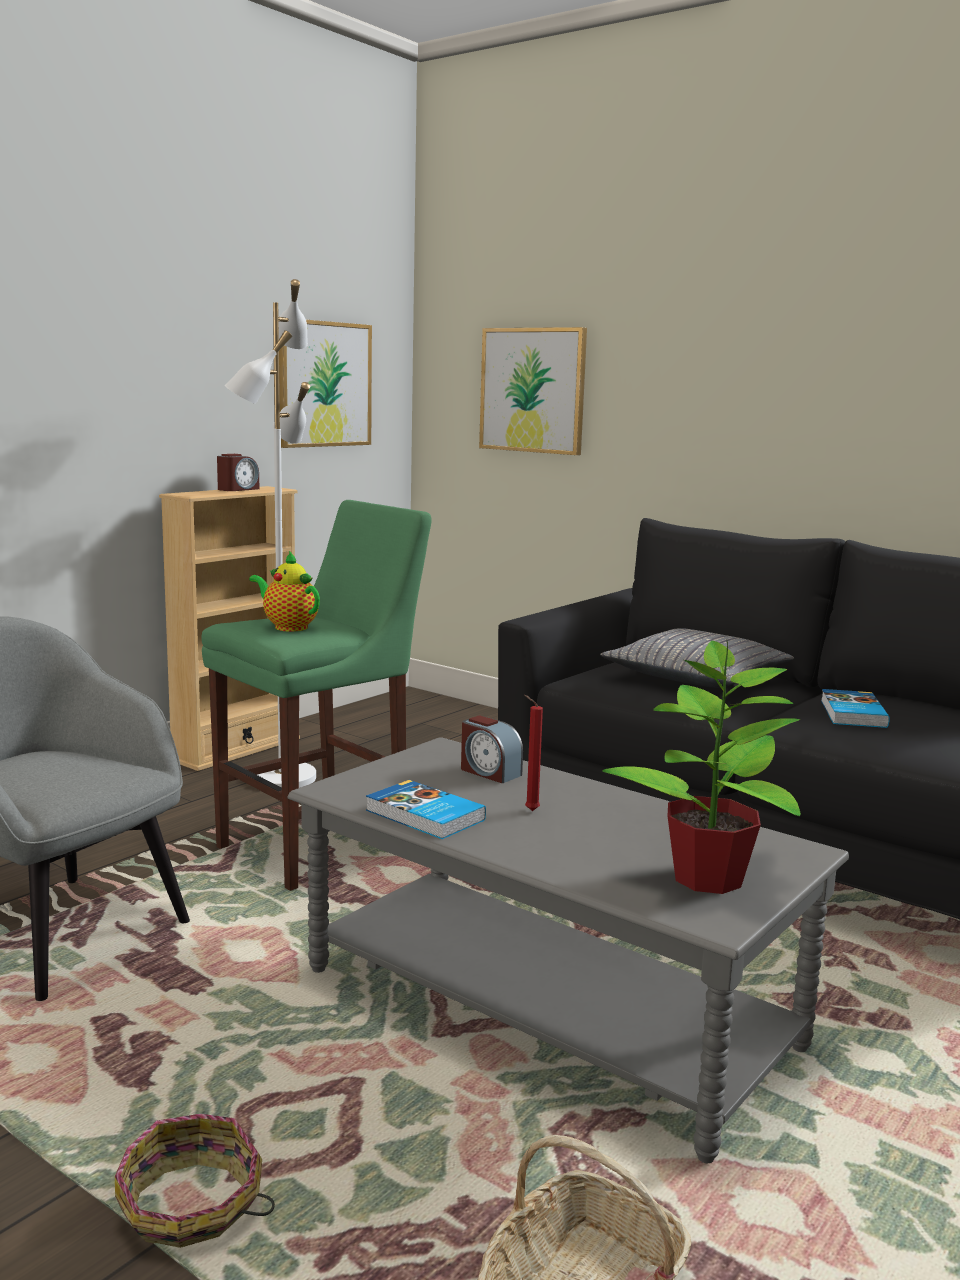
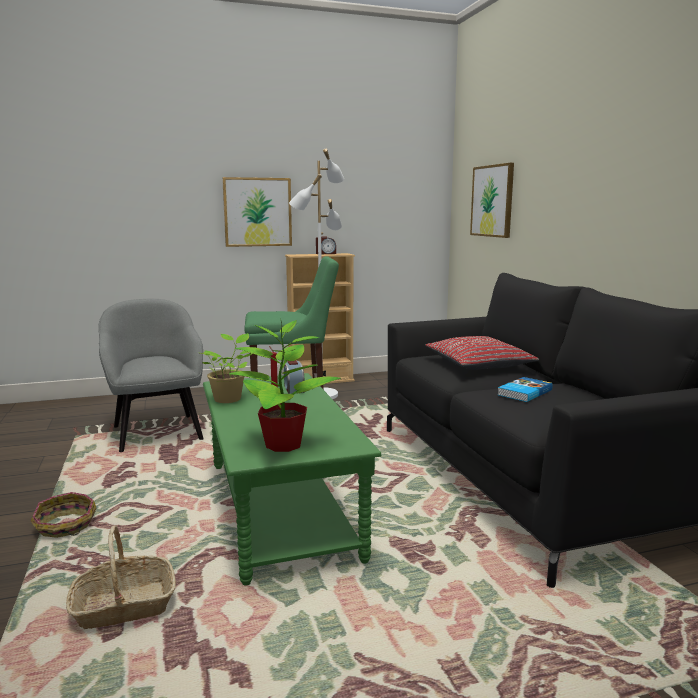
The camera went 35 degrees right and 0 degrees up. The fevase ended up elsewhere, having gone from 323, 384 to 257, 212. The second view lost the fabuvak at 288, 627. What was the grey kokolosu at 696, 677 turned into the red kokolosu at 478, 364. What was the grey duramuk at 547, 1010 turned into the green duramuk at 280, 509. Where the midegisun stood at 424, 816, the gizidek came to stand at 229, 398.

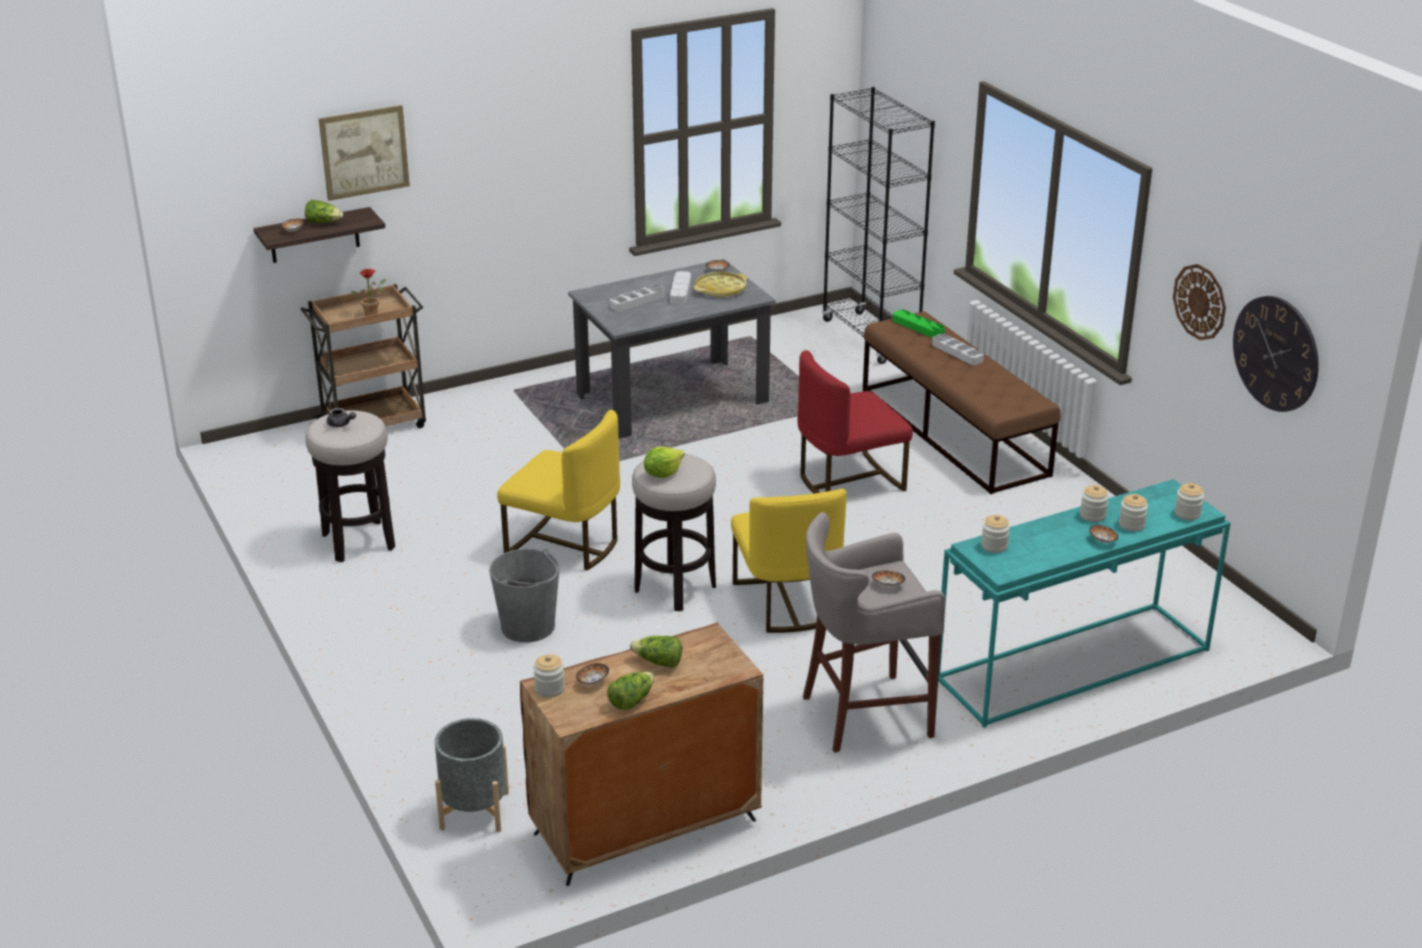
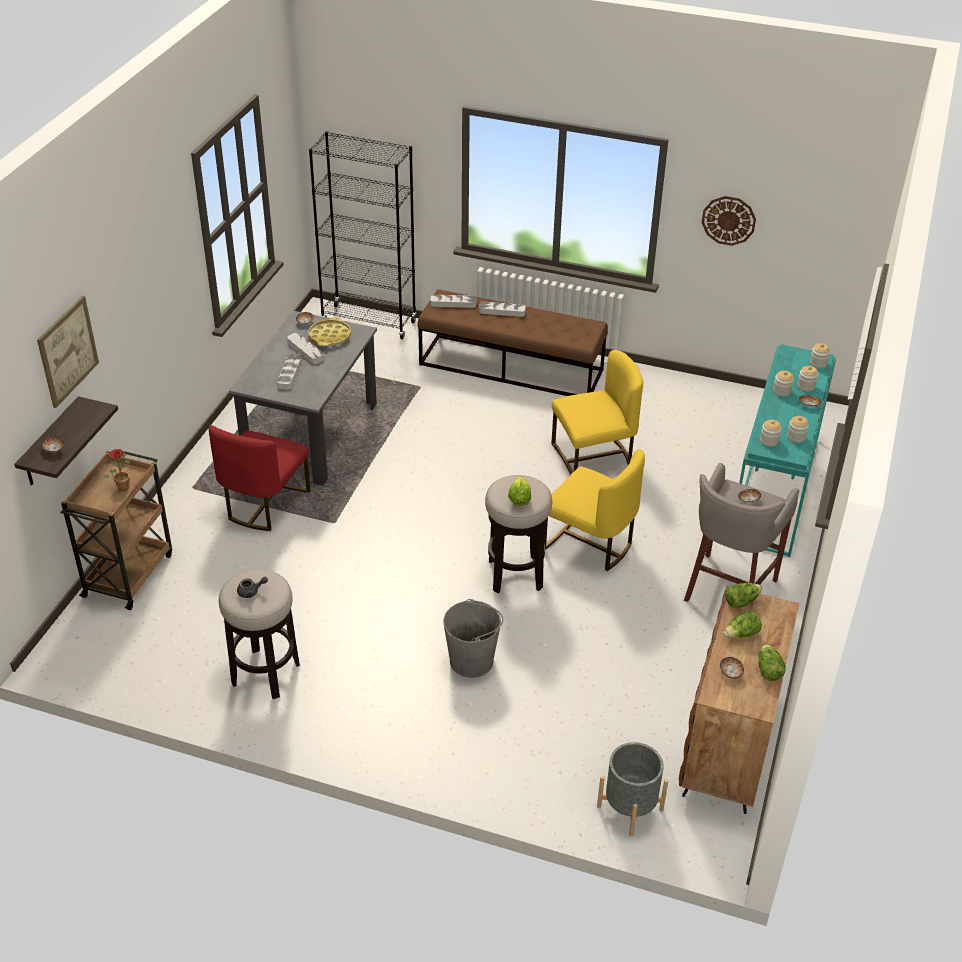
The camera went 45 degrees left and 10 degrees up. The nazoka ended up elsewhere, having gone from 324, 222 to 741, 601. The second view lost the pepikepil at 1276, 353. What was the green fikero at 918, 327 turned into the grey fikero at 453, 303. The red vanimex ended up elsewhere, having gone from 849, 480 to 264, 504. The yellow vanimex ended up elsewhere, having gone from 565, 545 to 593, 458. The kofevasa ended up elsewhere, having gone from 549, 689 to 796, 437.

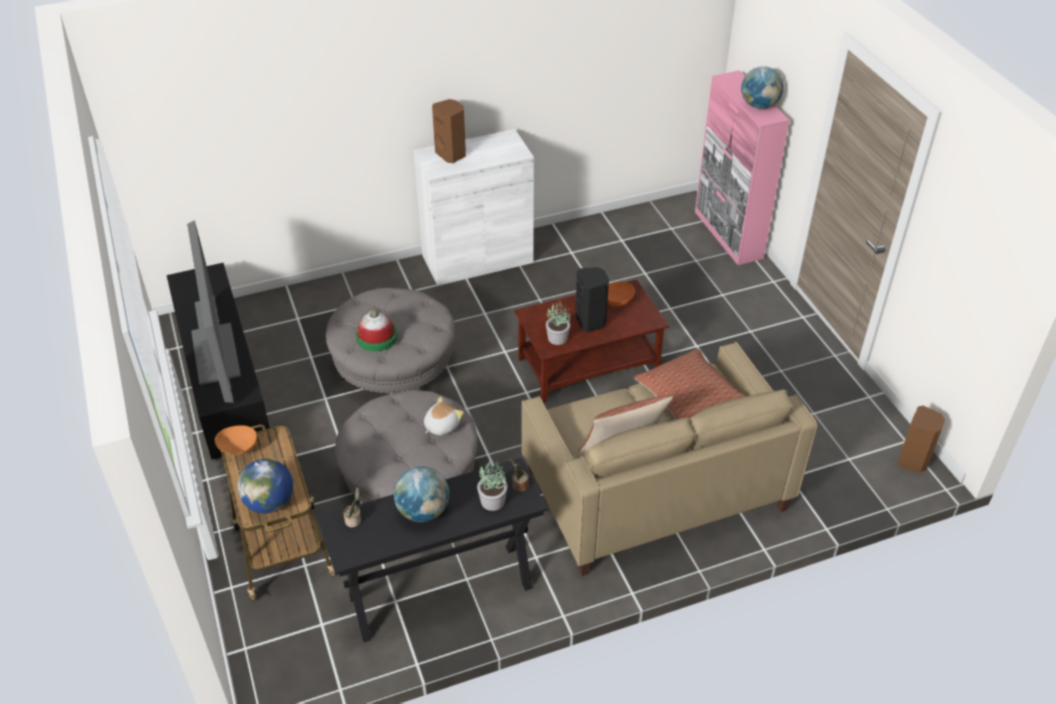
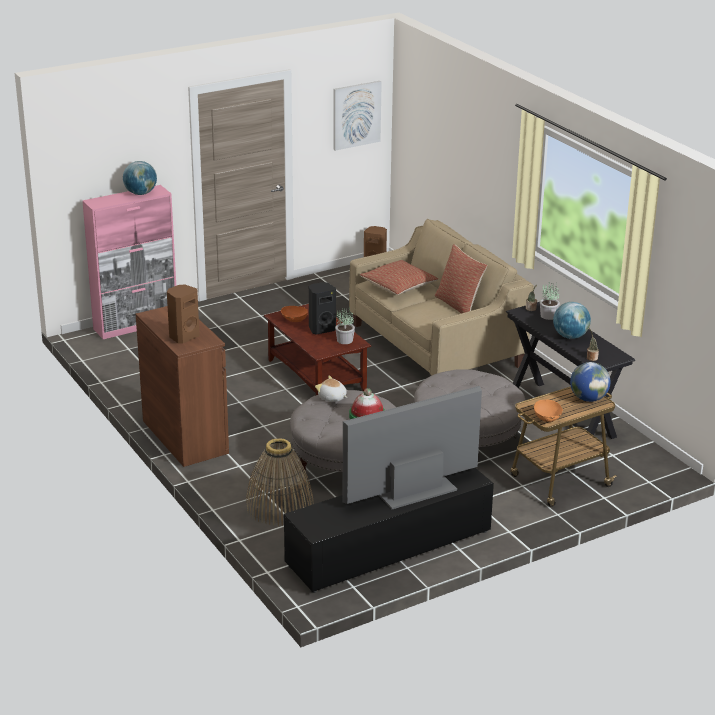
The camera went 100 degrees left and 15 degrees down. What was the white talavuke at 477, 259 turned into the brown talavuke at 185, 437. The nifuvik ended up elsewhere, having gone from 441, 425 to 332, 398. The second view gained the fevase at 356, 115. The second view gained the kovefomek at 279, 506.

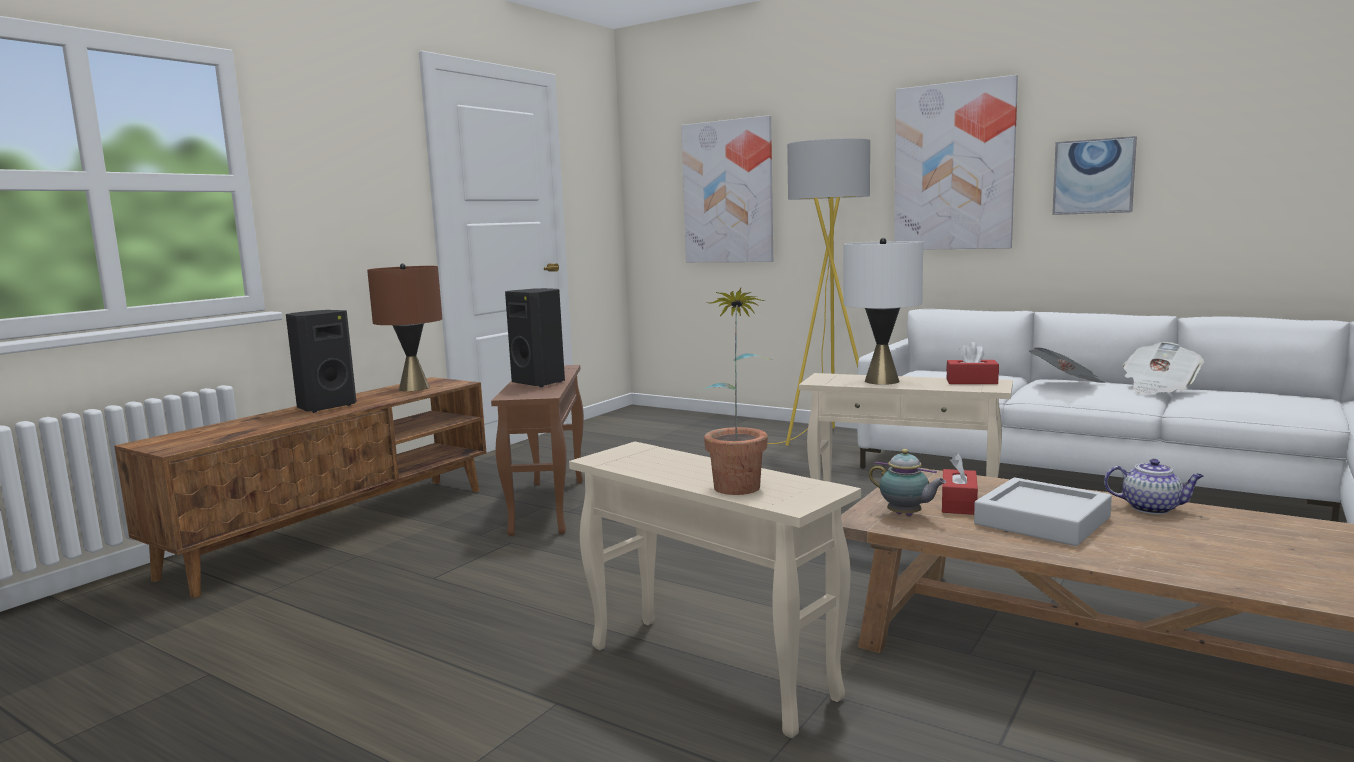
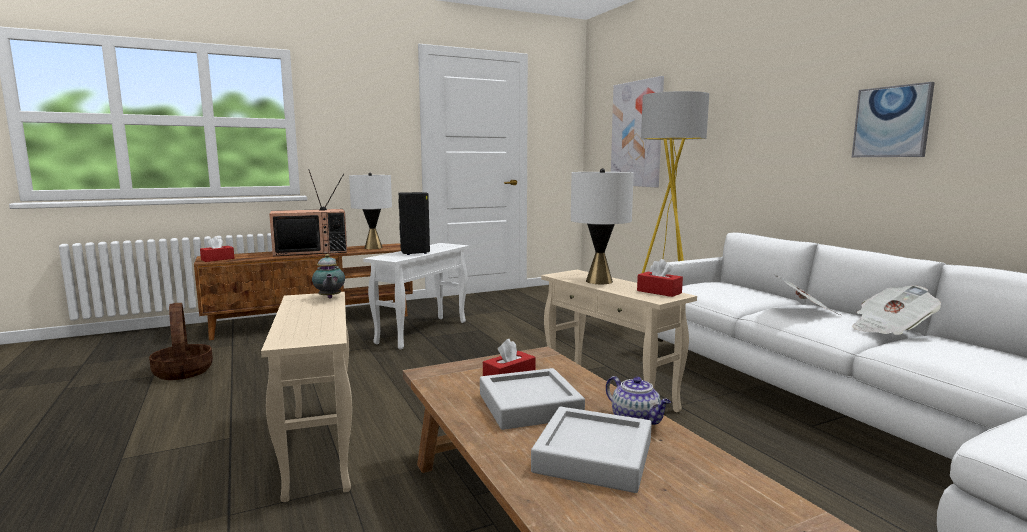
The camera went 30 degrees right and 0 degrees up. The second view lost the fevase at 954, 167. What was the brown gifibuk at 414, 388 turned into the white gifibuk at 373, 248. The second view lost the gizidek at 738, 483. Where the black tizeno stood at 325, 407, the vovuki came to stand at 311, 251. What was the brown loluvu at 549, 506 turned into the white loluvu at 422, 332. The fabuvak ended up elsewhere, having gone from 906, 515 to 329, 298. The second view gained the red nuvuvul at 217, 259. The second view gained the kovefomek at 182, 372. The second view gained the grey fikero at 593, 456.

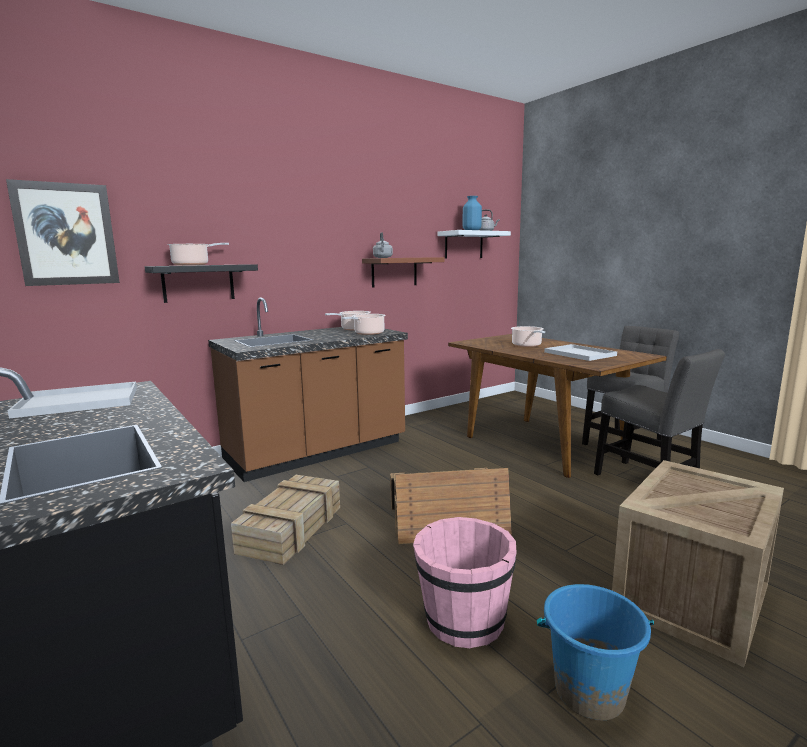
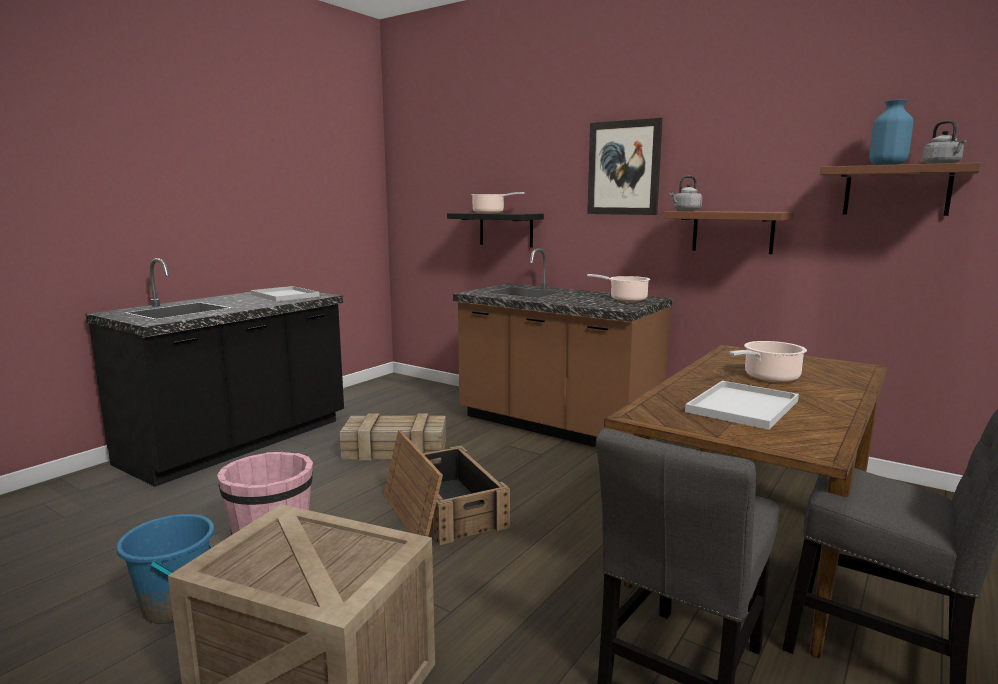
The camera went 70 degrees right and 0 degrees up. The fevase ended up elsewhere, having gone from 66, 234 to 624, 168. What was the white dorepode at 463, 245 turned into the brown dorepode at 896, 191. The second view lost the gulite at 367, 333.

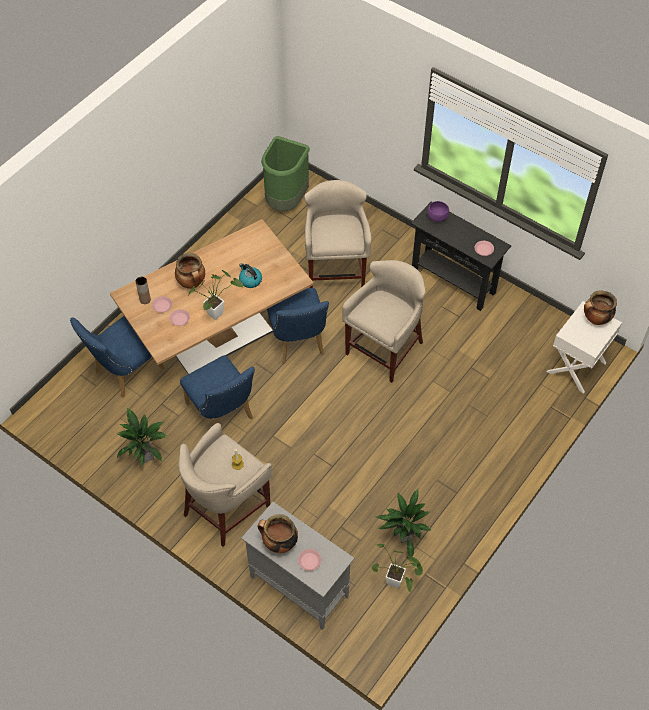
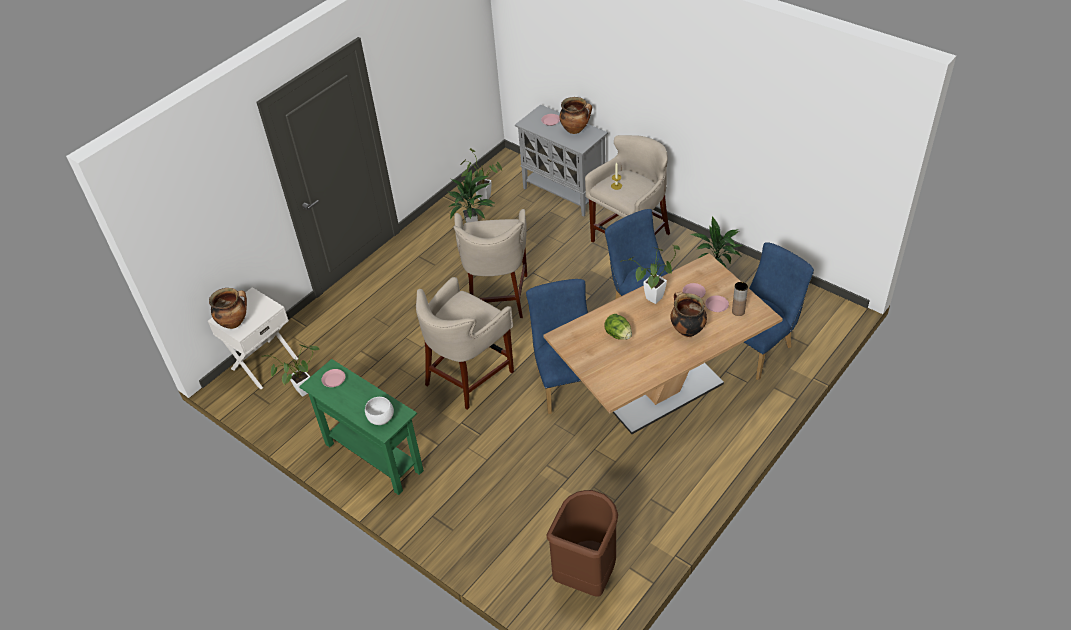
The camera went 175 degrees left and 10 degrees down. What was the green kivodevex at 286, 201 turned into the brown kivodevex at 586, 574. The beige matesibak ended up elsewhere, having gone from 336, 271 to 497, 297. What was the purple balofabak at 437, 217 turned into the white balofabak at 381, 419. What was the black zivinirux at 453, 281 turned into the green zivinirux at 373, 457. Where the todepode stood at 250, 280, the nazoka came to stand at 618, 335. The second view gained the gizidek at 301, 392.

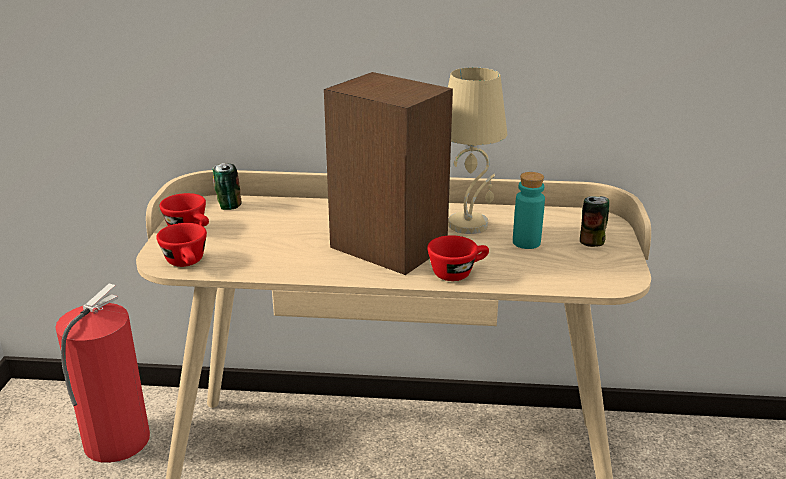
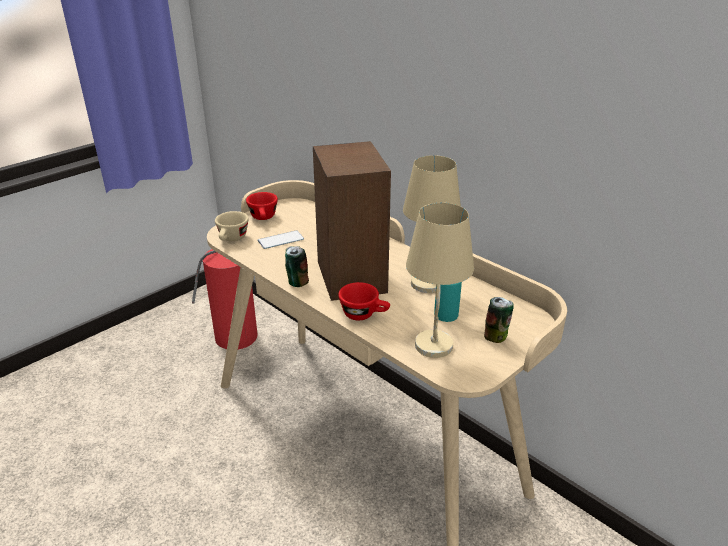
The camera went 40 degrees right and 5 degrees up. The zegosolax ended up elsewhere, having gone from 228, 206 to 297, 282. What was the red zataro at 187, 263 turned into the beige zataro at 232, 239. The second view gained the beige gifibuk at 434, 346. The second view gained the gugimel at 280, 240.

